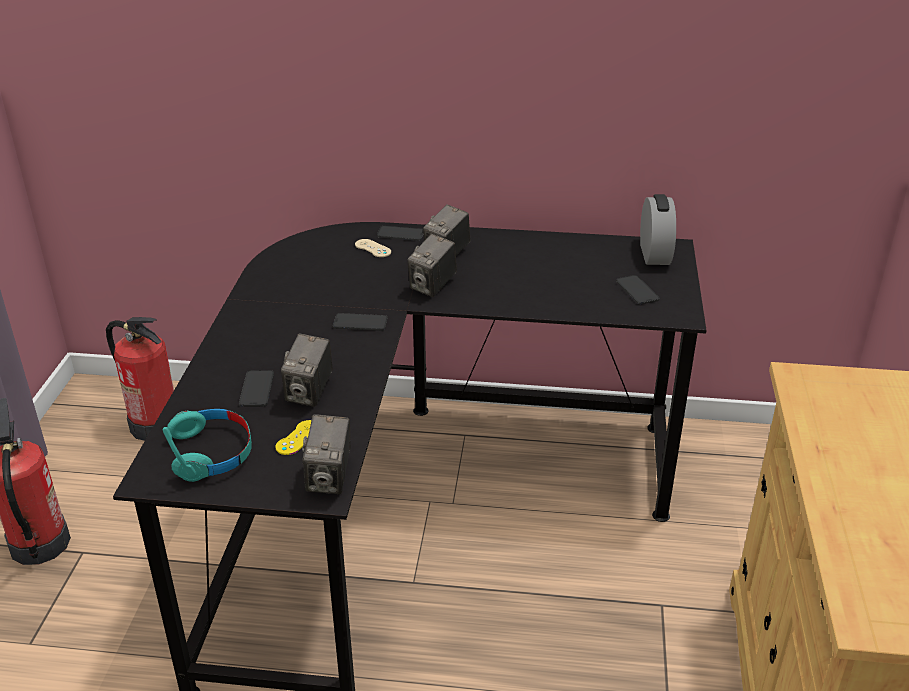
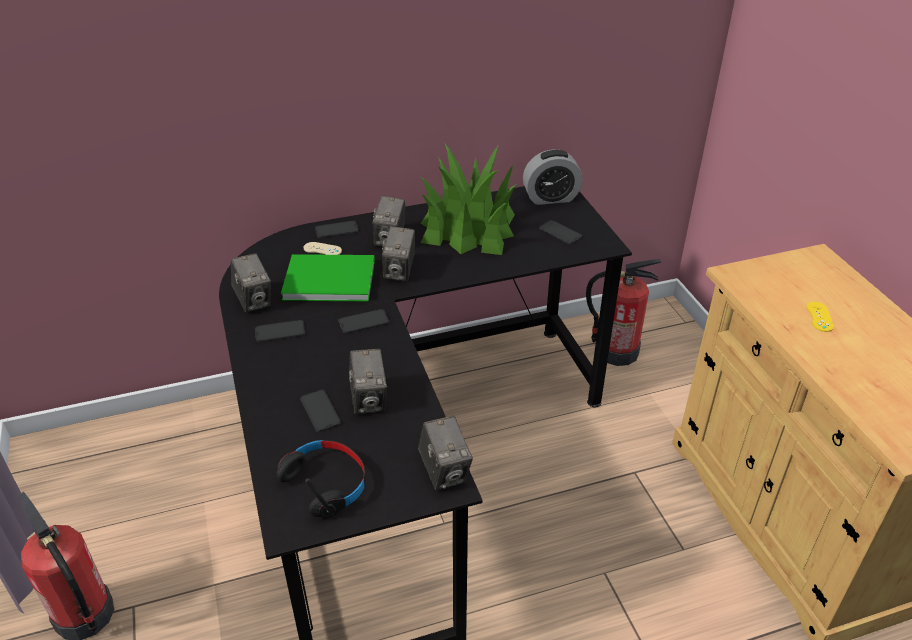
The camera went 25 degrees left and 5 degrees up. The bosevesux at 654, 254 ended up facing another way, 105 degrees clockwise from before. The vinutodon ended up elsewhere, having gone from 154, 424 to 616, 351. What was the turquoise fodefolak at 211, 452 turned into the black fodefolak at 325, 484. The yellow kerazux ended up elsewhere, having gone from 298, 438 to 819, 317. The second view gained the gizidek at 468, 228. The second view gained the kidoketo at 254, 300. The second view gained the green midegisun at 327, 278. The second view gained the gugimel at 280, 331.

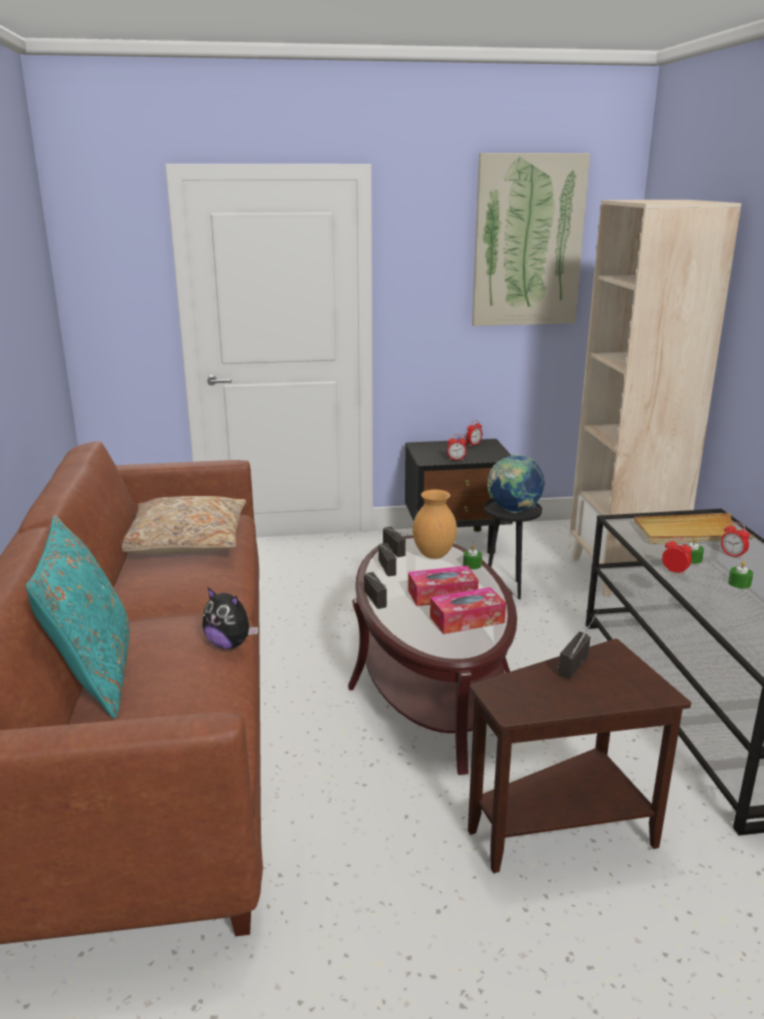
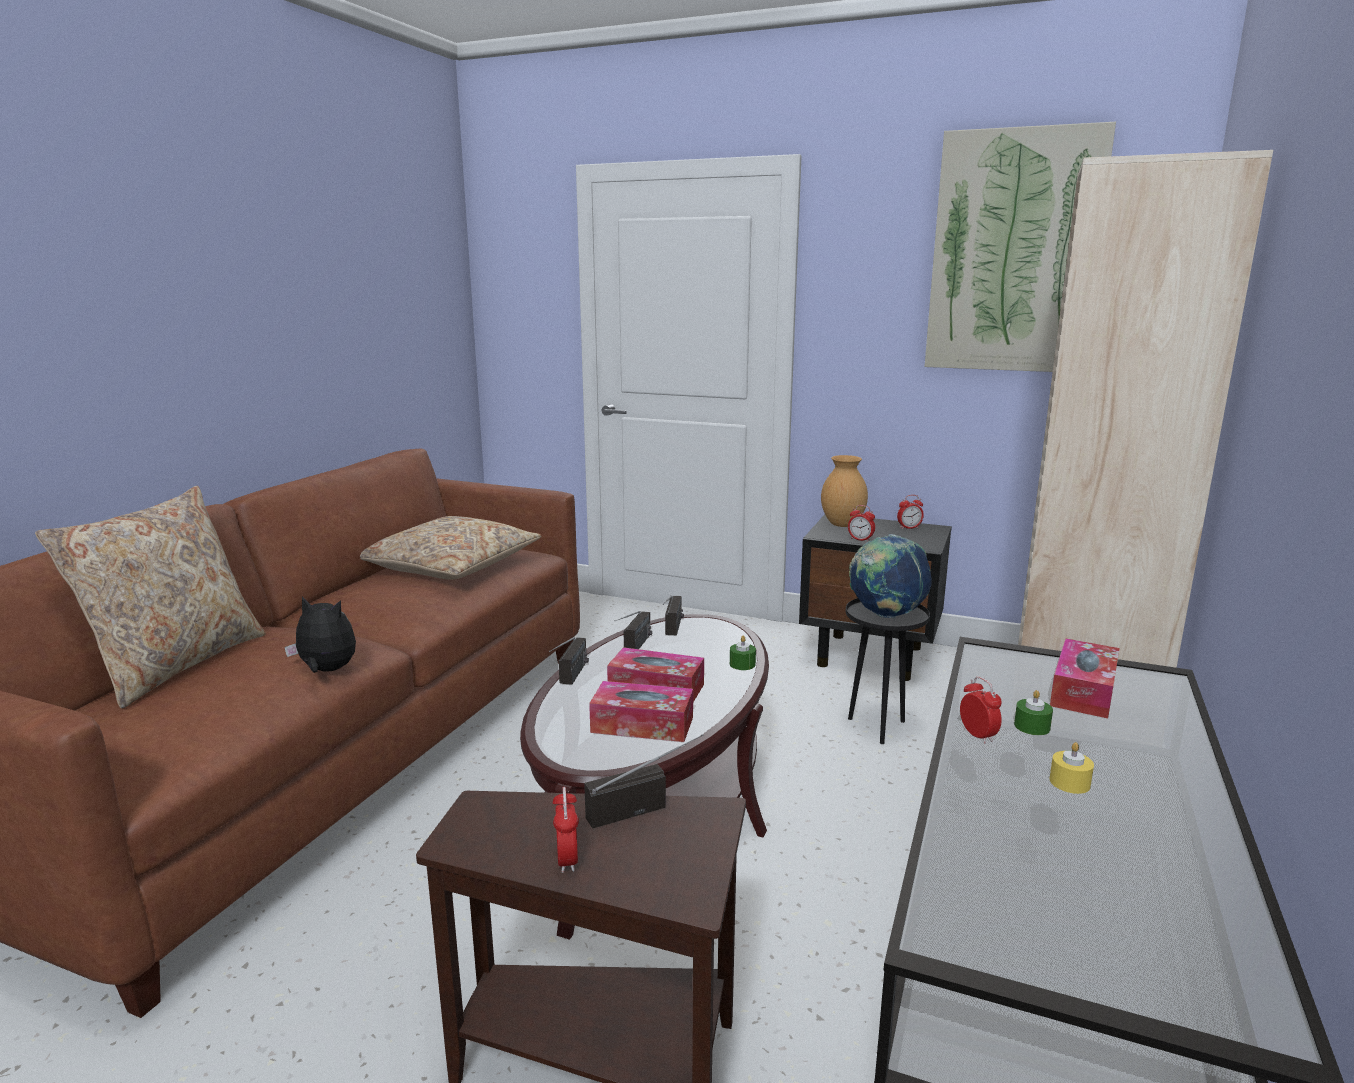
The camera went 30 degrees right and 5 degrees down. The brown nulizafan ended up elsewhere, having gone from 433, 555 to 842, 524. Where the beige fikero stood at 690, 533, the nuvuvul came to stand at 1083, 691. What was the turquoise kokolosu at 93, 675 turned into the beige kokolosu at 176, 664. The bosevesux ended up elsewhere, having gone from 732, 555 to 567, 860. What was the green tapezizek at 739, 583 turned into the yellow tapezizek at 1069, 782. The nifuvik at 229, 644 ended up facing another way, 135 degrees clockwise from before.

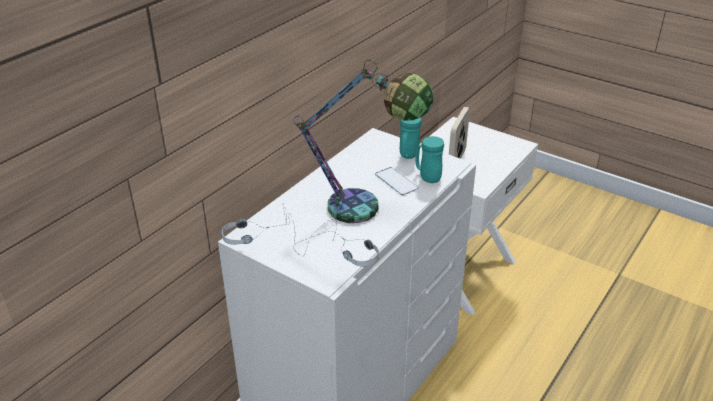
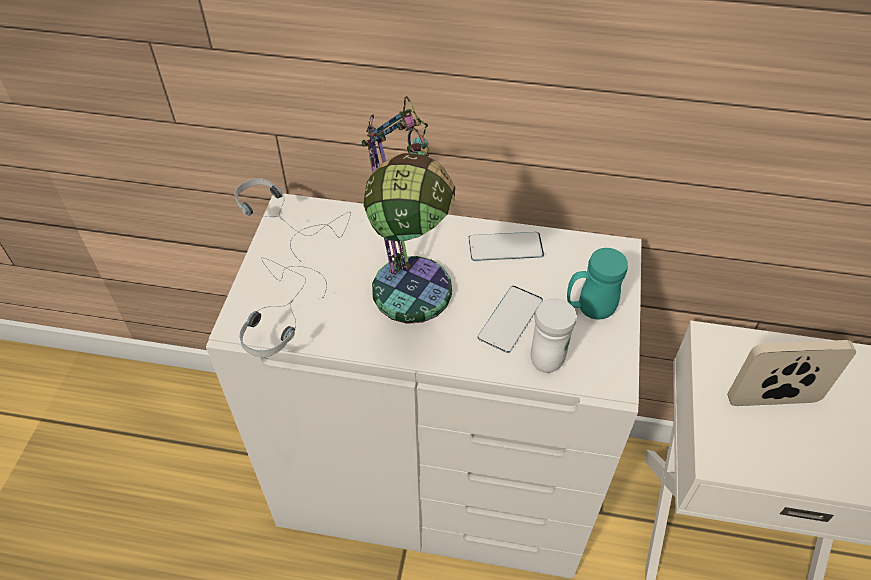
The camera went 65 degrees right and 15 degrees up. What was the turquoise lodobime at 427, 177 turned into the white lodobime at 549, 354. The second view gained the gugimel at 505, 247.

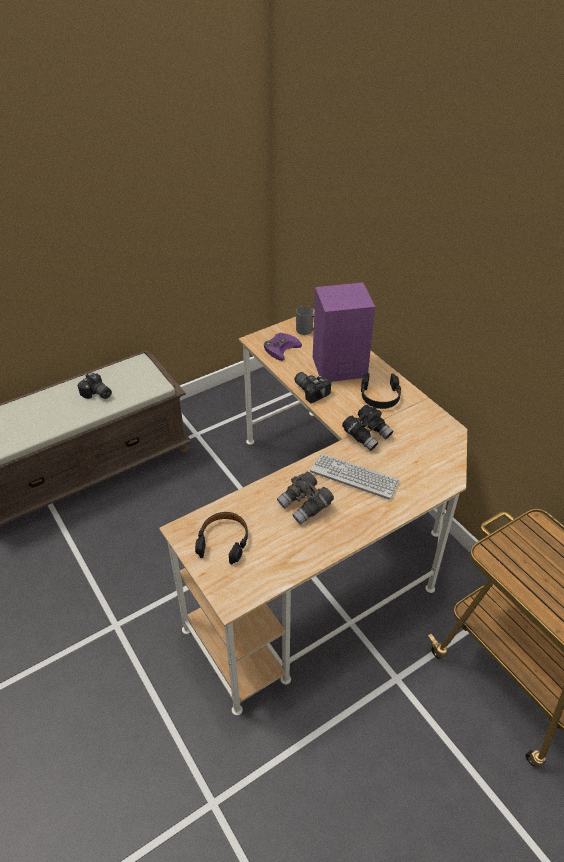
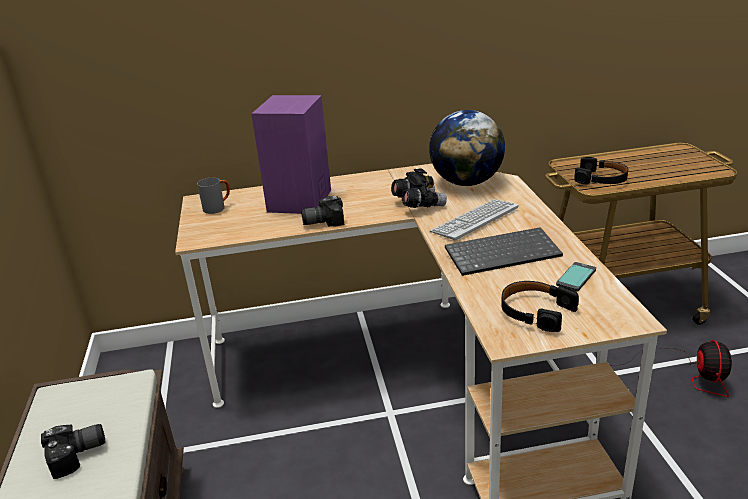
The camera went 65 degrees left and 15 degrees down. The second view lost the purple kerazux at 281, 347. The black fodefolak ended up elsewhere, having gone from 380, 396 to 601, 179. Where the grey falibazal stood at 305, 506, the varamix came to stand at 503, 253. The second view gained the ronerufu at 467, 182. The second view gained the gugimel at 575, 277. The second view gained the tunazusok at 688, 374.

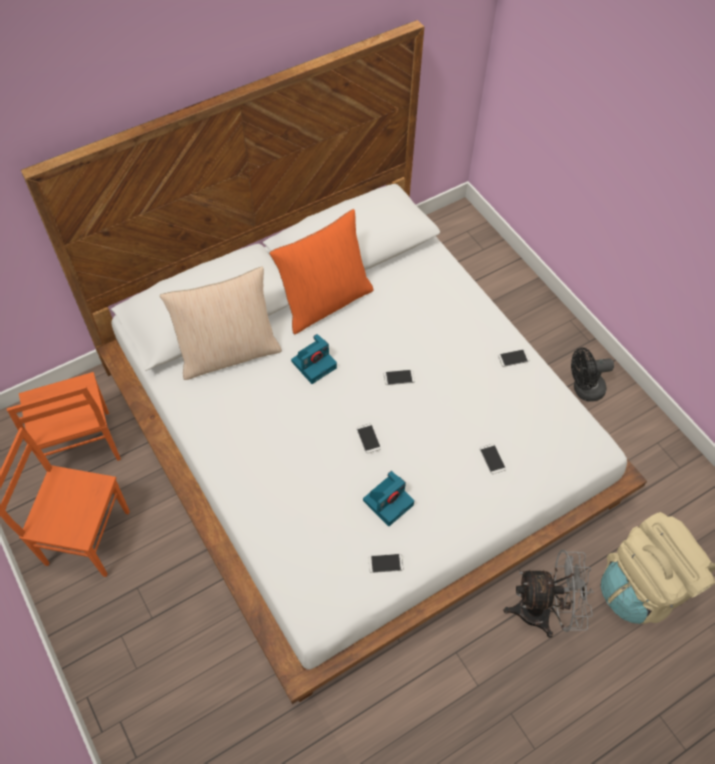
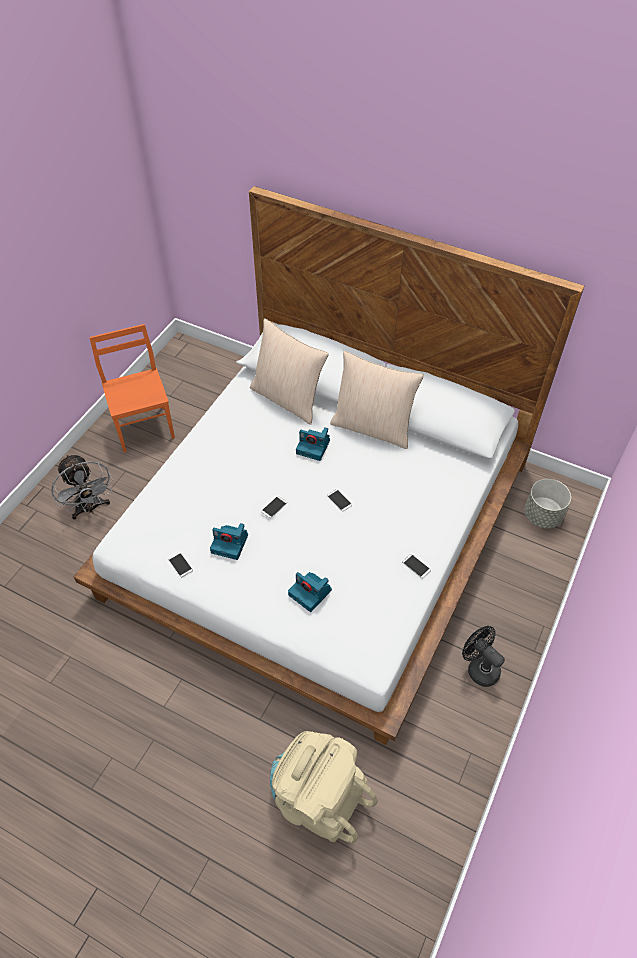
The camera went 60 degrees right and 5 degrees down. What was the orange kokolosu at 325, 301 turned into the beige kokolosu at 373, 427. The second view lost the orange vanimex at 80, 447. Where the gugimel stood at 492, 459, the kidoketo came to stand at 311, 593. The grey tunazusok ended up elsewhere, having gone from 543, 611 to 90, 508. The second view gained the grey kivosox at 542, 516.

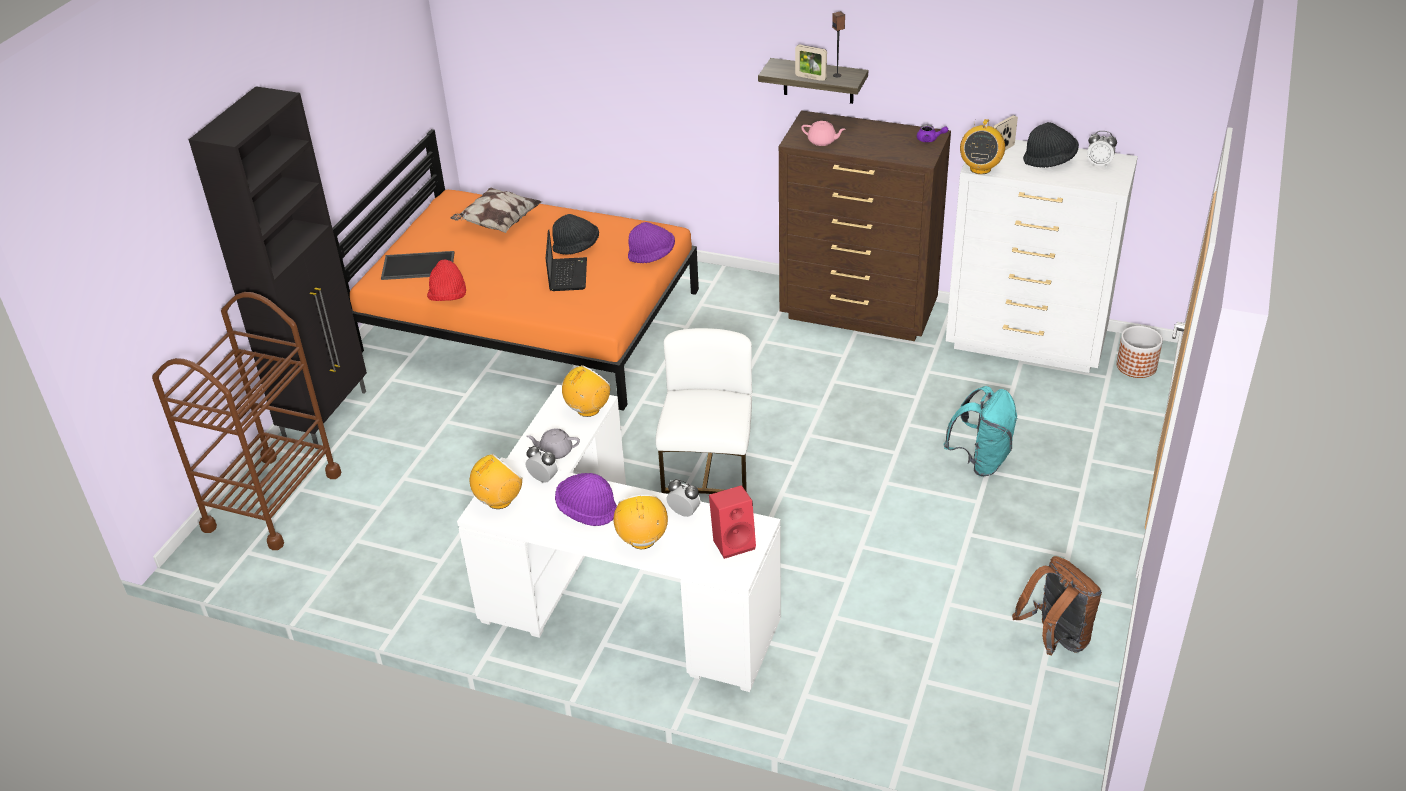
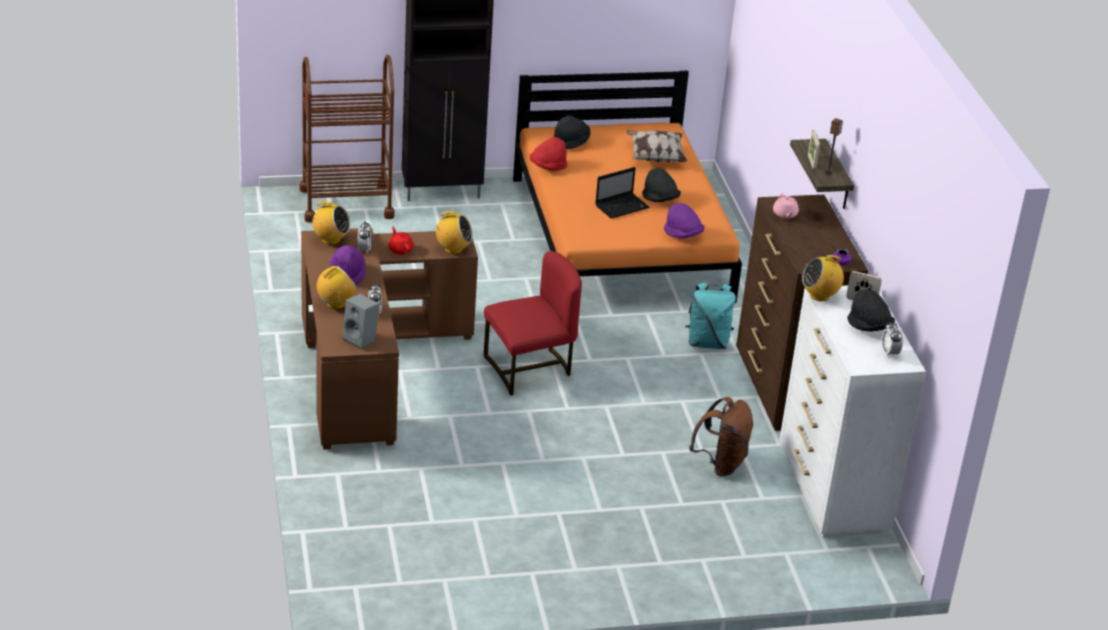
The camera went 55 degrees right and 5 degrees down. Where the fikero stood at 417, 267, the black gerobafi came to stand at 570, 143. The second view lost the kivosox at 1136, 366. What was the white vanimex at 709, 466 turned into the red vanimex at 529, 369. What was the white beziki at 612, 595 turned into the brown beziki at 367, 365. The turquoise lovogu ended up elsewhere, having gone from 981, 461 to 707, 342. What was the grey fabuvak at 555, 451 turned into the red fabuvak at 400, 249. What was the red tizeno at 734, 542 turned into the grey tizeno at 361, 339. The brown lovogu ended up elsewhere, having gone from 1055, 639 to 720, 464.

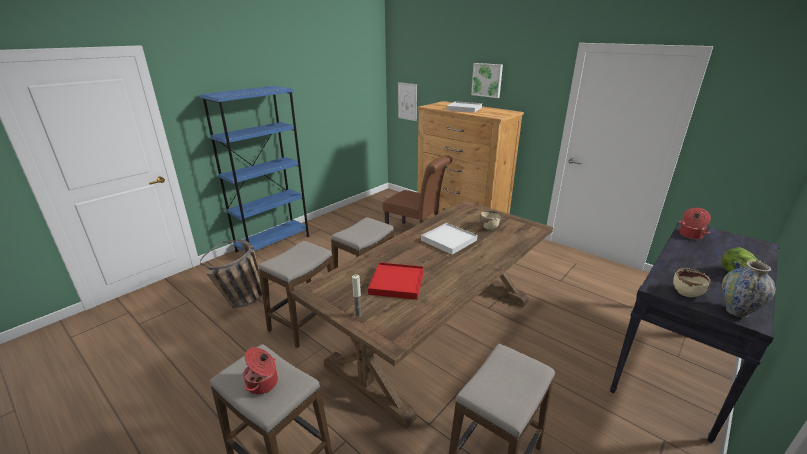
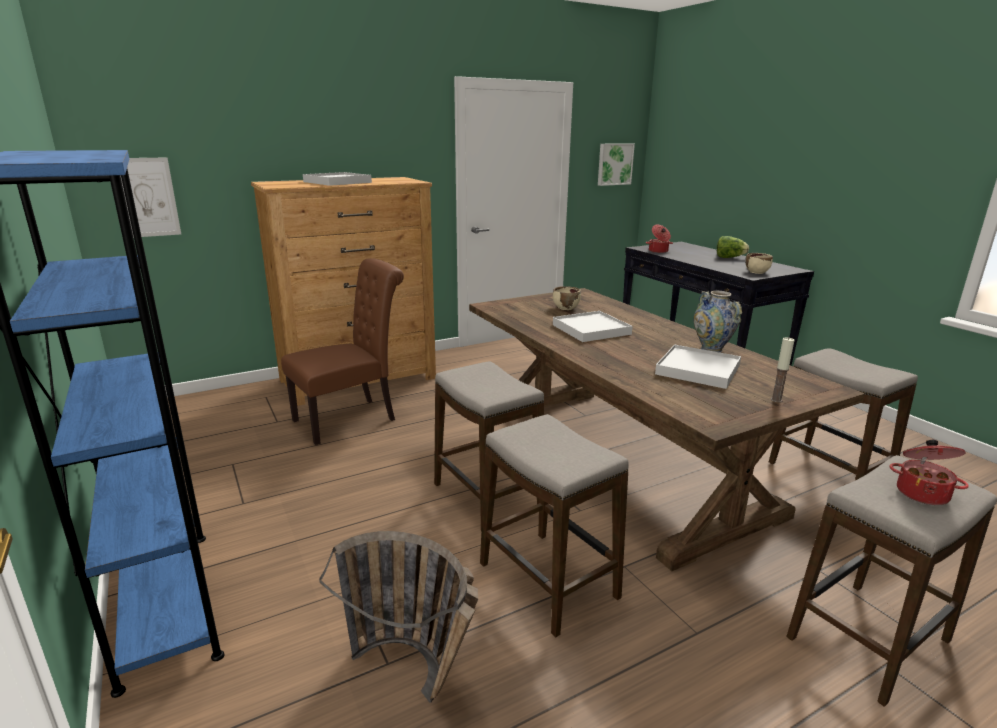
The camera went 70 degrees left and 5 degrees down. The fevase ended up elsewhere, having gone from 487, 80 to 614, 164. The nulizafan ended up elsewhere, having gone from 736, 311 to 711, 349. What was the red fikero at 397, 283 turned into the white fikero at 698, 370.

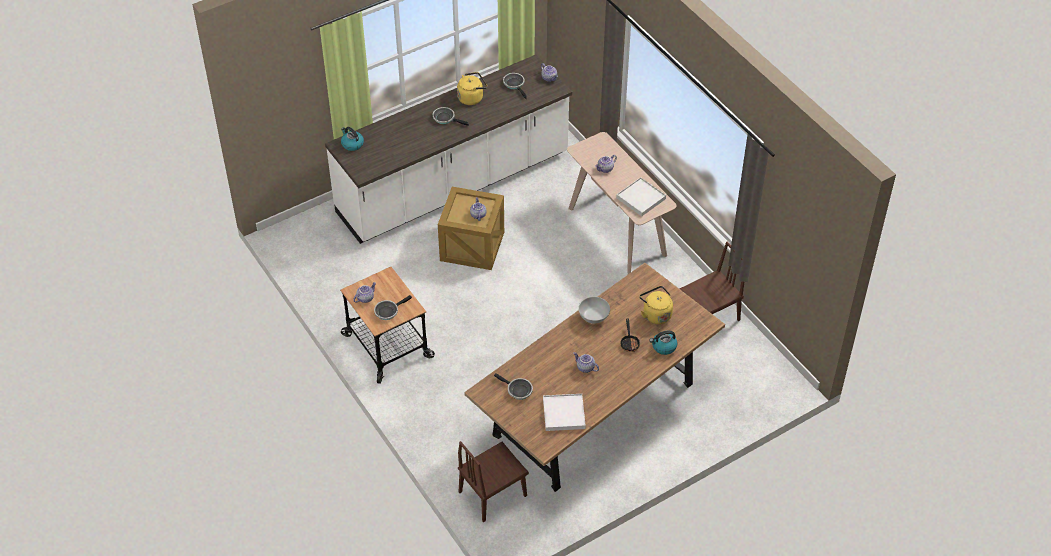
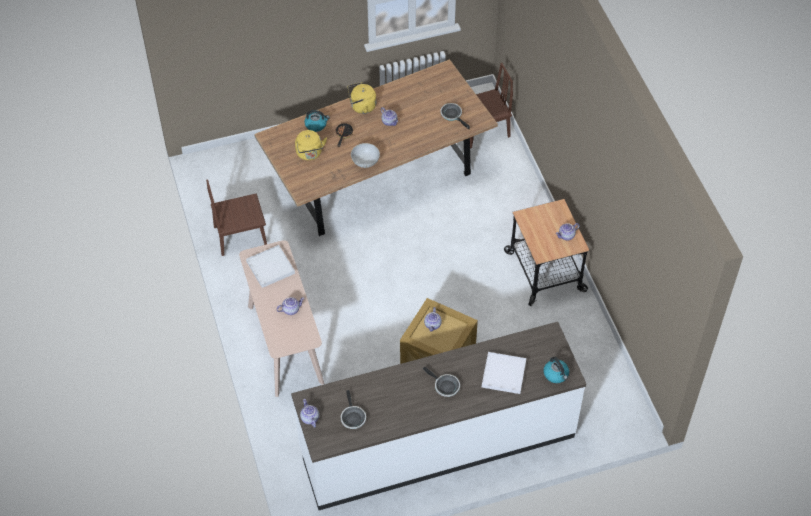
The camera went 165 degrees left and 5 degrees up. The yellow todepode ended up elsewhere, having gone from 472, 97 to 361, 107. The second view lost the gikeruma at 388, 311. The white fikero ended up elsewhere, having gone from 564, 413 to 503, 374.

